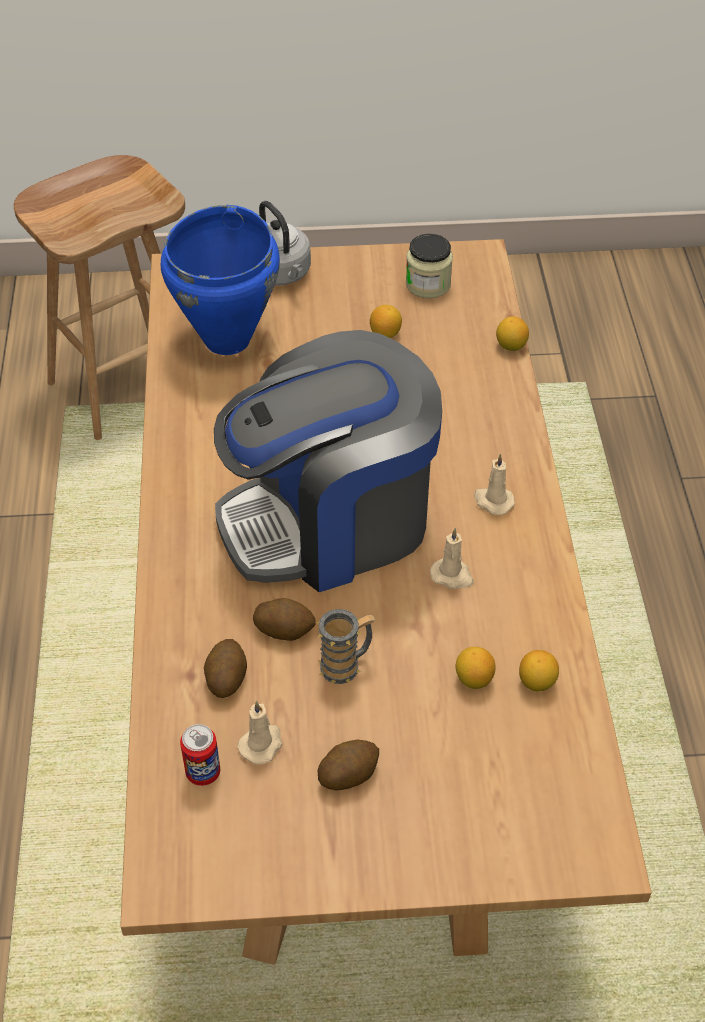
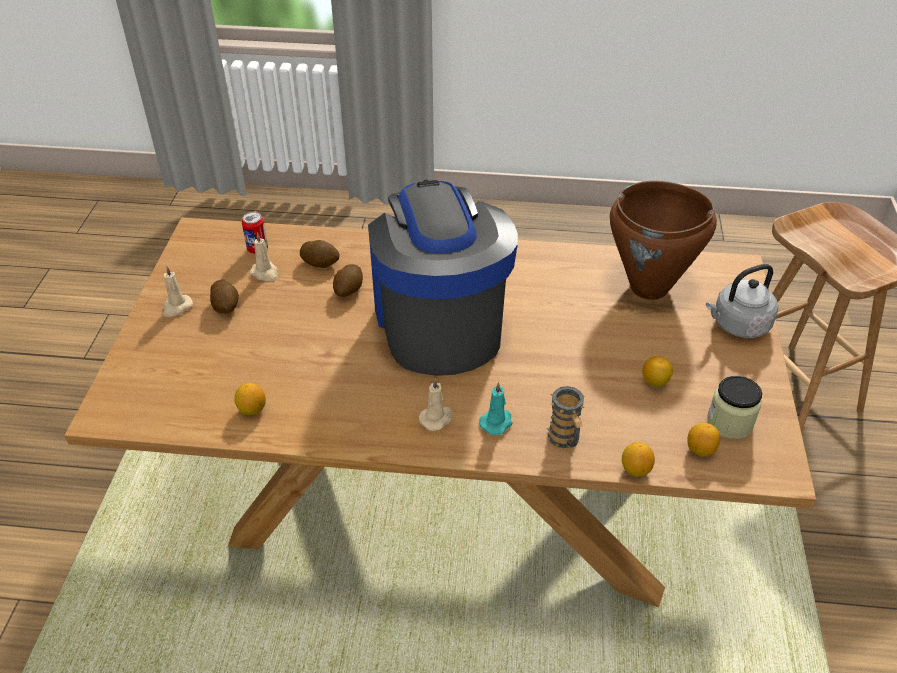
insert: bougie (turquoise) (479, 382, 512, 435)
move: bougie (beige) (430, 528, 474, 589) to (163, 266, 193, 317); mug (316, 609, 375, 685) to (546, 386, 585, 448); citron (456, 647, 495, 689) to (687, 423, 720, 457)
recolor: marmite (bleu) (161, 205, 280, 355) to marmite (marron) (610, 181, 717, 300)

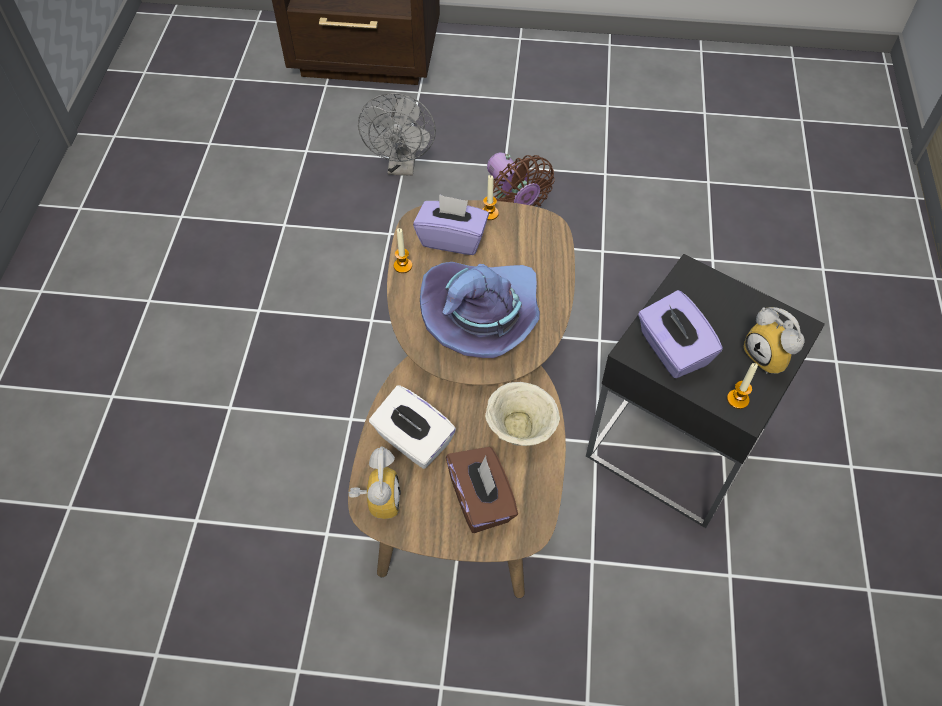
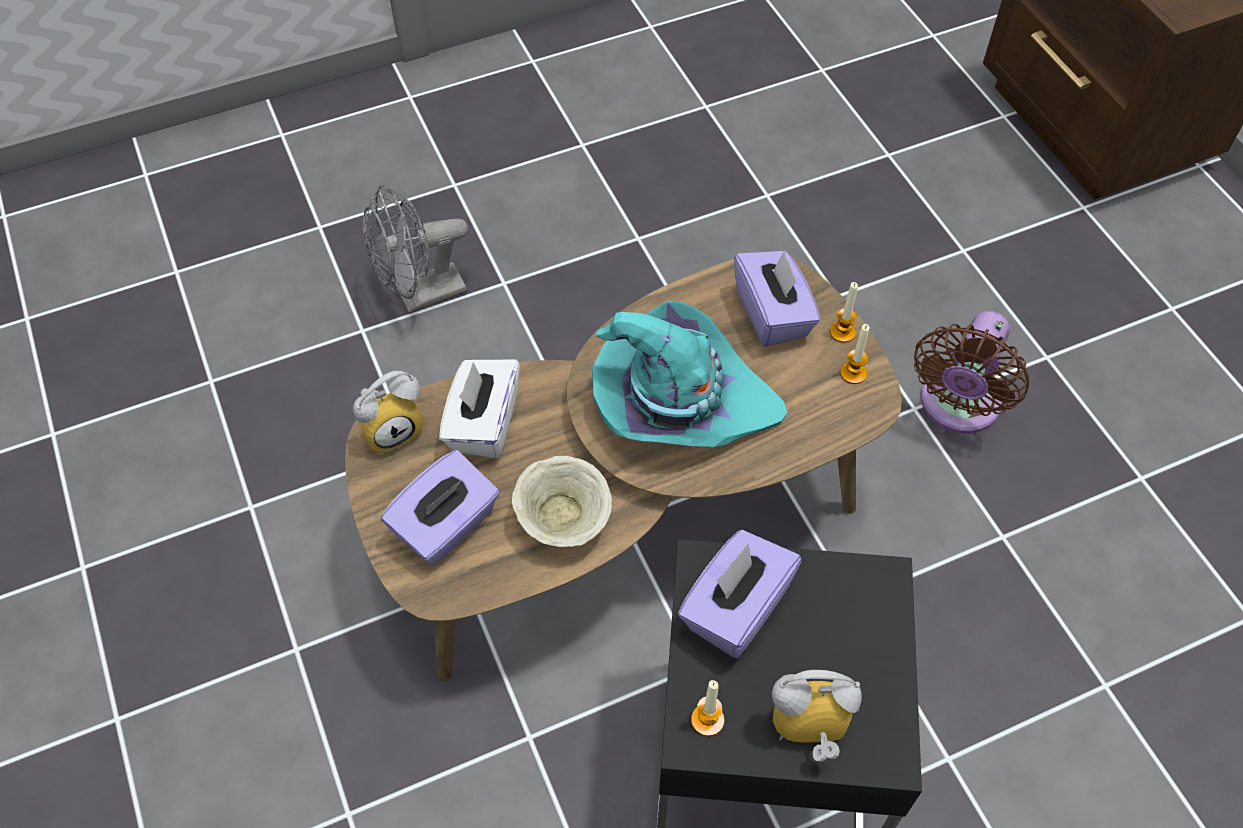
move: ventilateur (gris) (358, 93, 436, 176) to (363, 185, 468, 314); bougie (394, 228, 412, 273) to (840, 324, 870, 384)
recolor: boîte à mouchoirs (marron) (446, 447, 518, 533) to boîte à mouchoirs (violet) (381, 450, 500, 566); chapeau (violet) (420, 262, 540, 358) to chapeau (turquoise) (592, 301, 788, 447)
rotate: réveil (743, 307, 805, 374) = (772, 670, 862, 762) 60 degrees clockwise

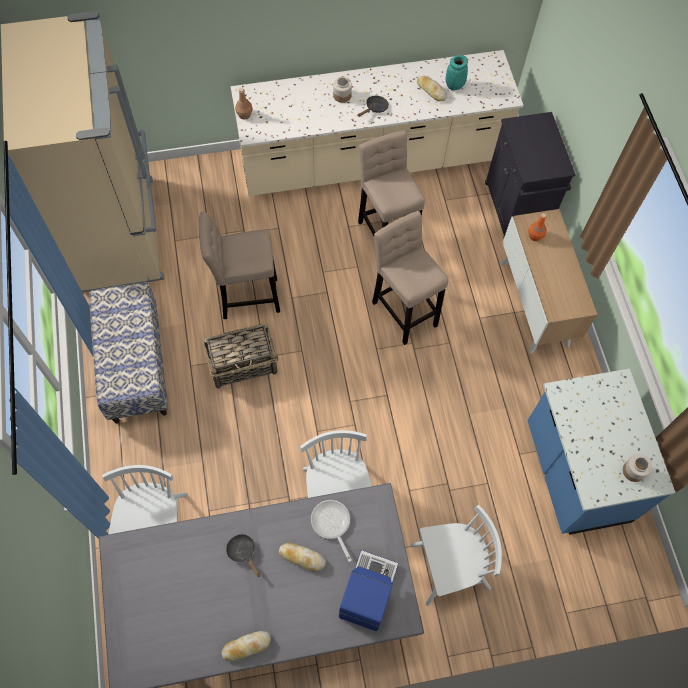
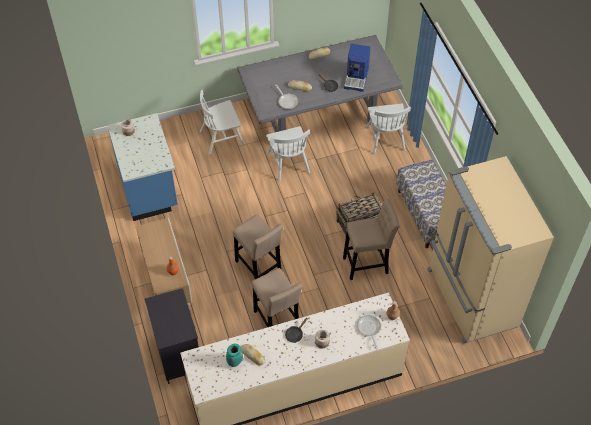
insert: poêle (357, 315, 381, 350)
move: machine à café (339, 550, 399, 631) to (344, 44, 370, 92)

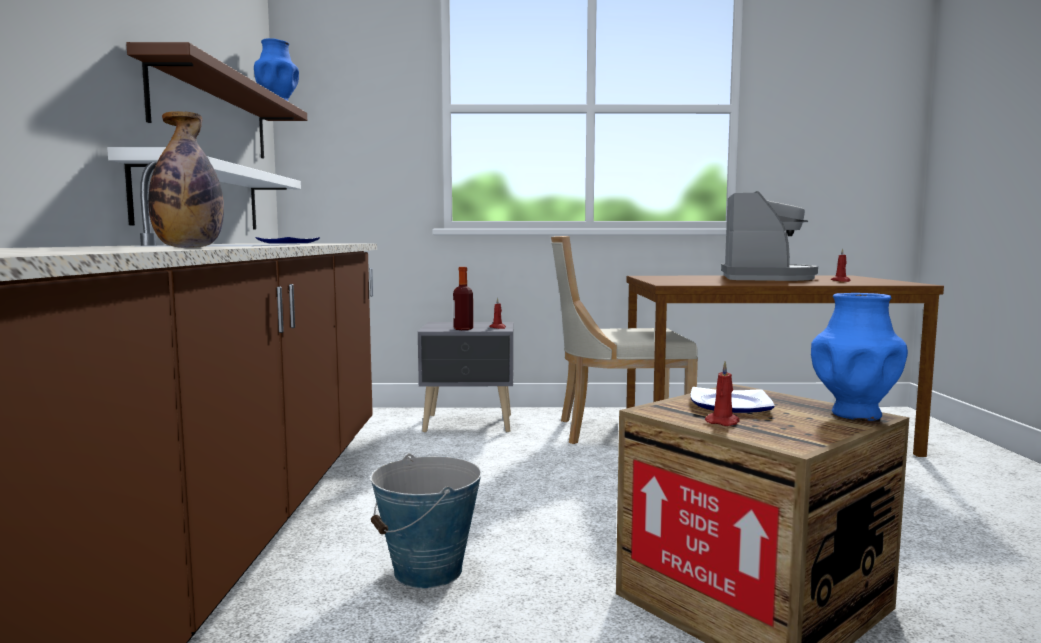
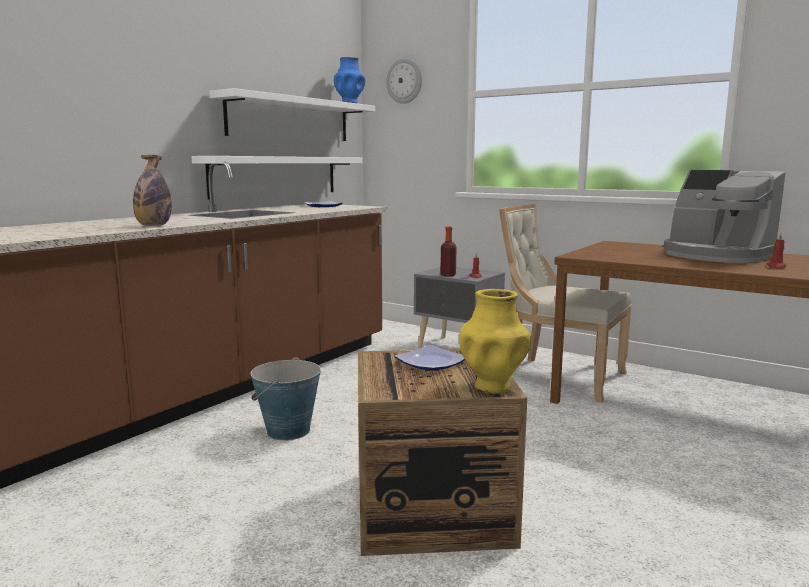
delete: bougie (rouge) (705, 361, 740, 426)
insert: horloge murale (386, 58, 422, 104)
recolor: étagère (marron) (126, 42, 307, 159) to étagère (blanc) (209, 88, 375, 141); vase (bleu) (811, 293, 908, 421) to vase (jaune) (459, 289, 531, 394)
rotate: machine à café (721, 191, 818, 281) = (664, 170, 785, 263) 90 degrees clockwise

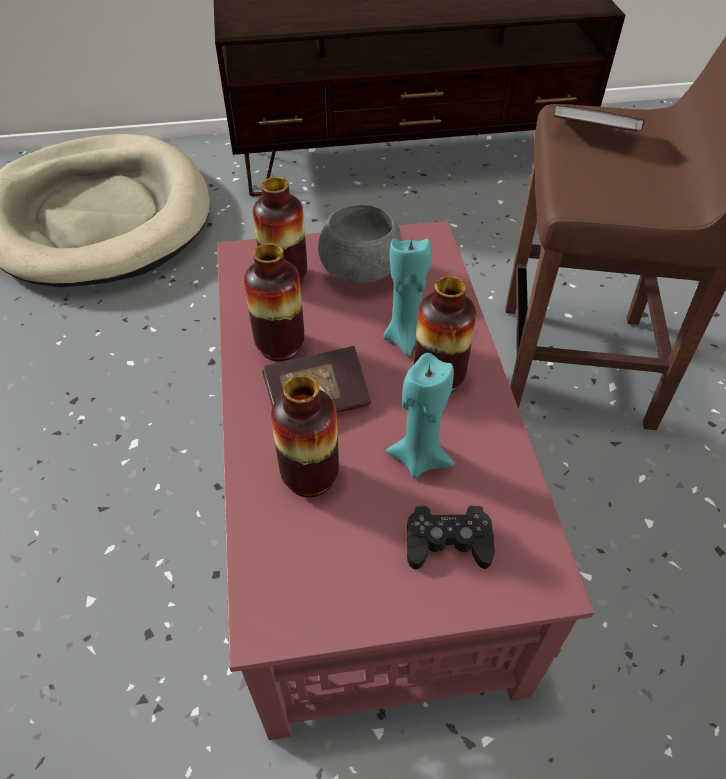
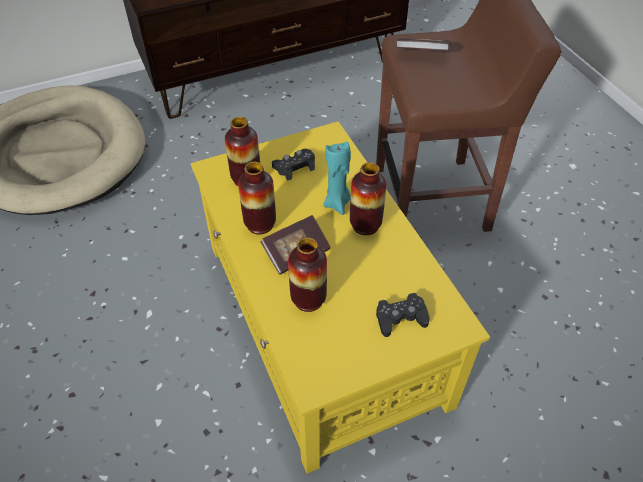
delete: bougie (turquoise) (386, 353, 454, 478)
replace: bol (gris) (318, 204, 403, 284) to manette (noir) (272, 149, 315, 181)
recolor: table basse (rouge) (217, 221, 594, 740) to table basse (jaune) (191, 121, 490, 474)

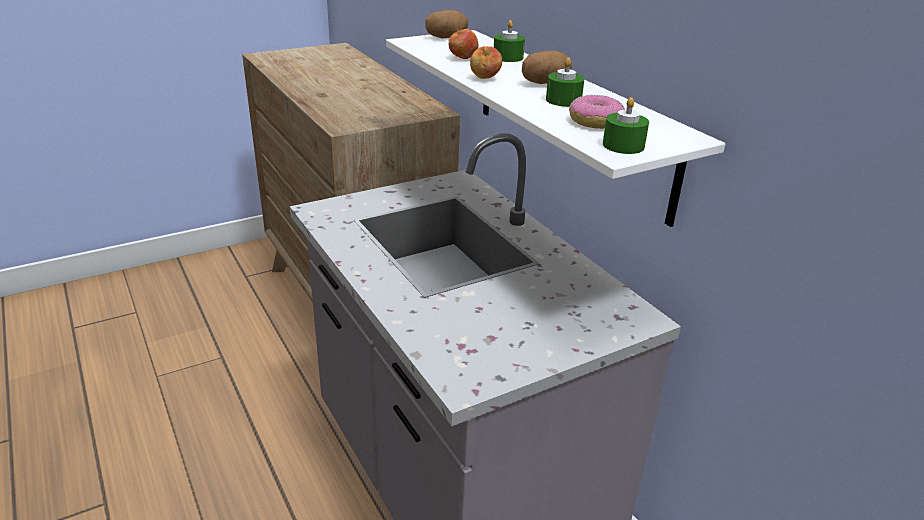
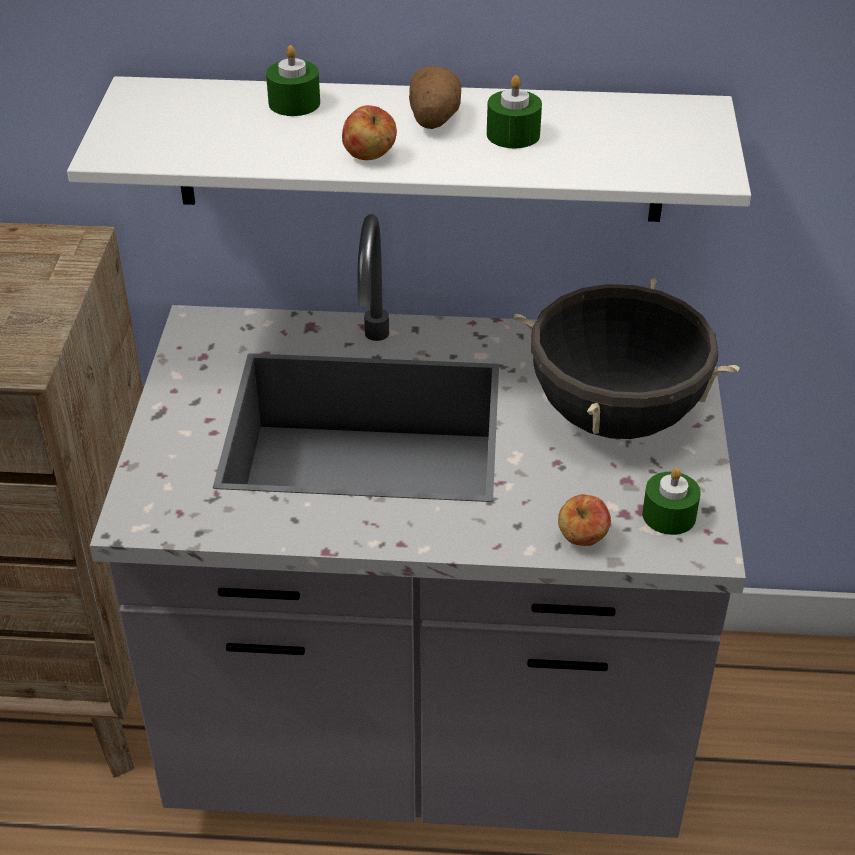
delete: pomme de terre (425, 10, 468, 38); beignet (569, 94, 625, 129)
insert: marmite (noir) (514, 278, 740, 439)
move: pomme (449, 28, 478, 59) to (558, 494, 611, 546); bougie (vert) (603, 97, 649, 154) to (642, 468, 701, 535)

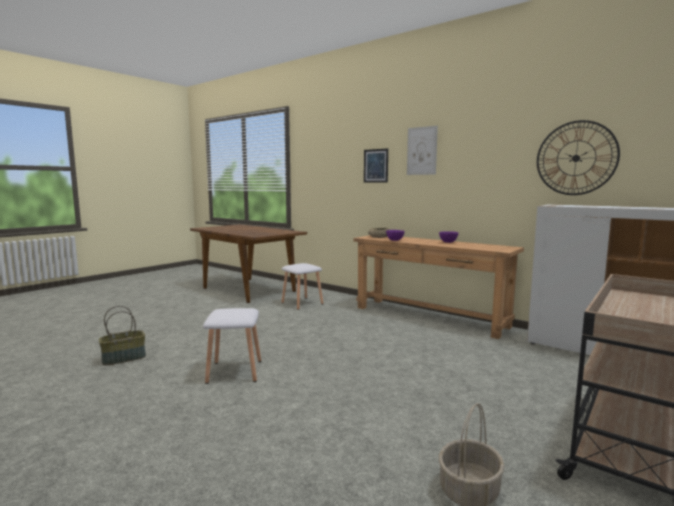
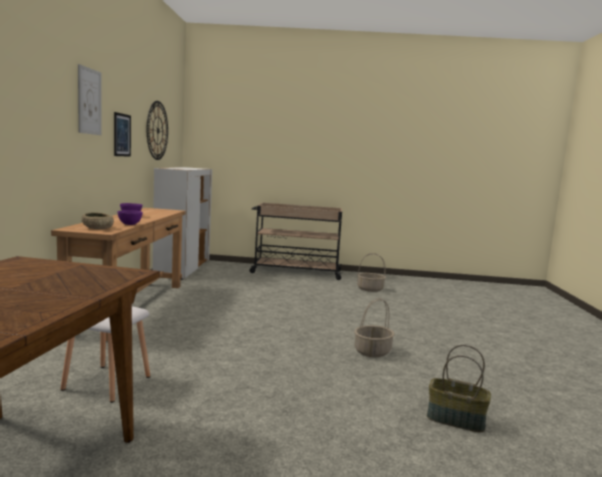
move: tableau (364, 148, 388, 183) to (114, 112, 131, 157)
replace: tabouret (blanc) (203, 308, 261, 384) to panier (354, 298, 394, 357)

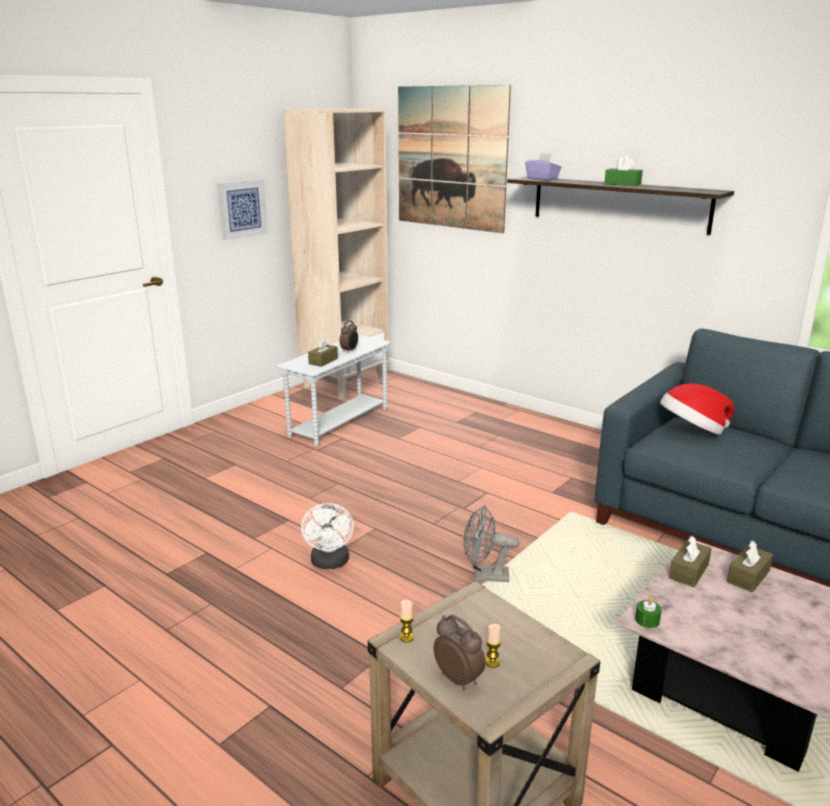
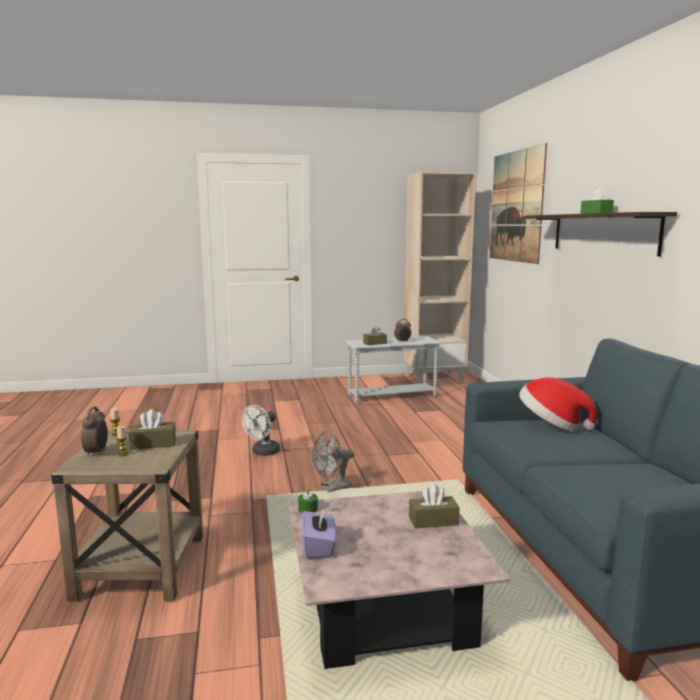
delete: tableau (217, 179, 268, 240)
move: boîte à mouchoirs (marron) (669, 536, 712, 587) to (129, 409, 176, 450); boîte à mouchoirs (violet) (525, 153, 561, 181) to (302, 508, 336, 559)
rotate: ventilateur (gris) (463, 505, 519, 582) = (312, 431, 354, 492) 75 degrees counterclockwise

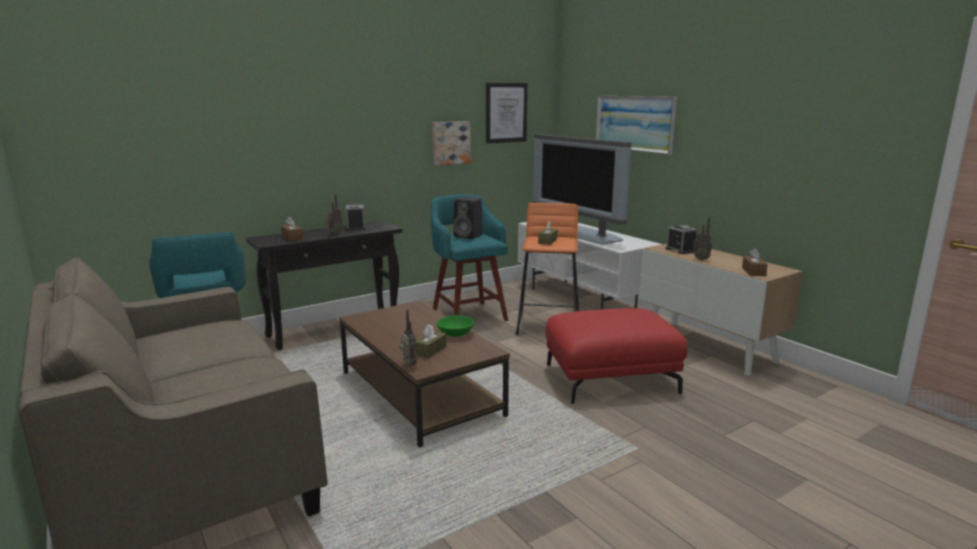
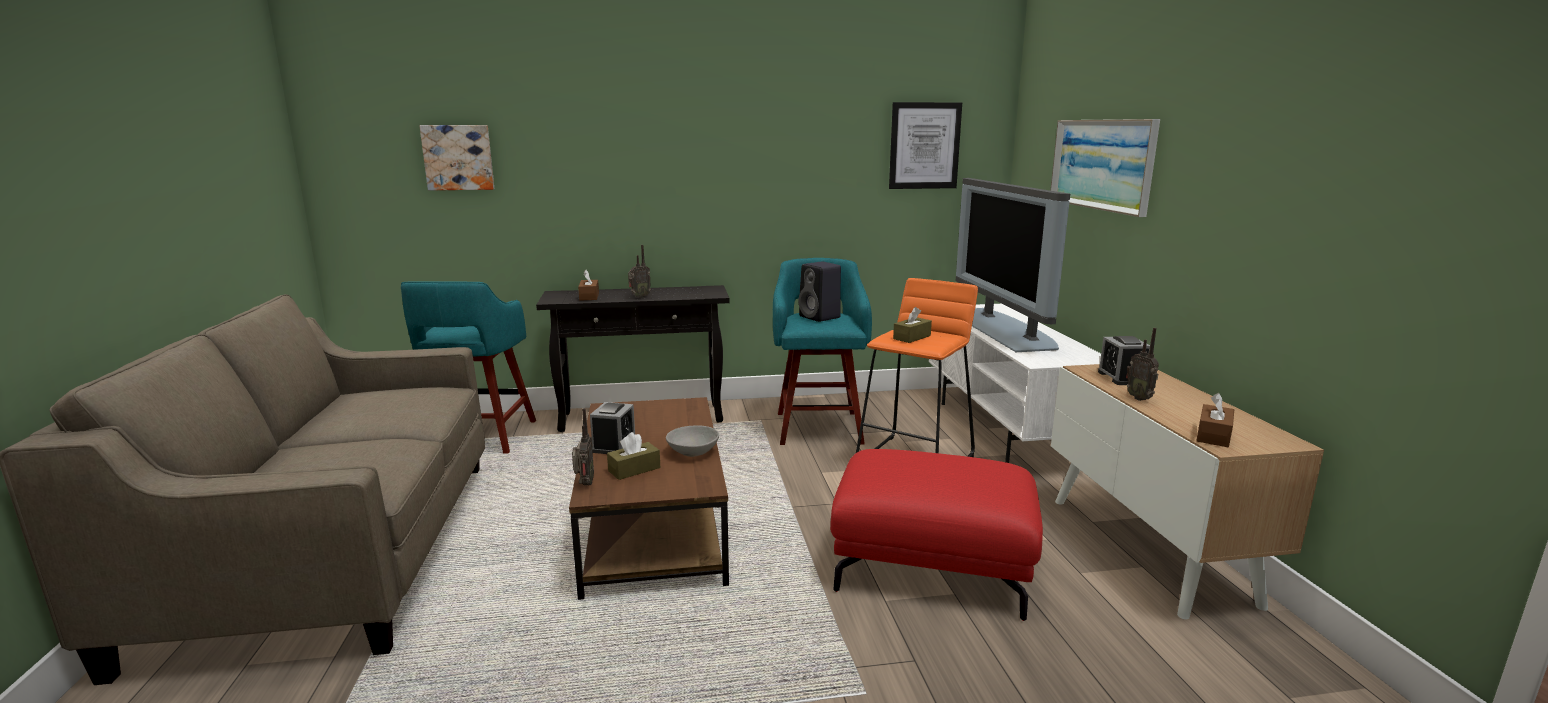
move: tableau (432, 121, 471, 166) to (419, 125, 494, 190); réveil (346, 204, 365, 231) to (590, 402, 635, 454)
recolor: bol (vert) (437, 315, 474, 337) to bol (gris) (666, 425, 719, 457)

